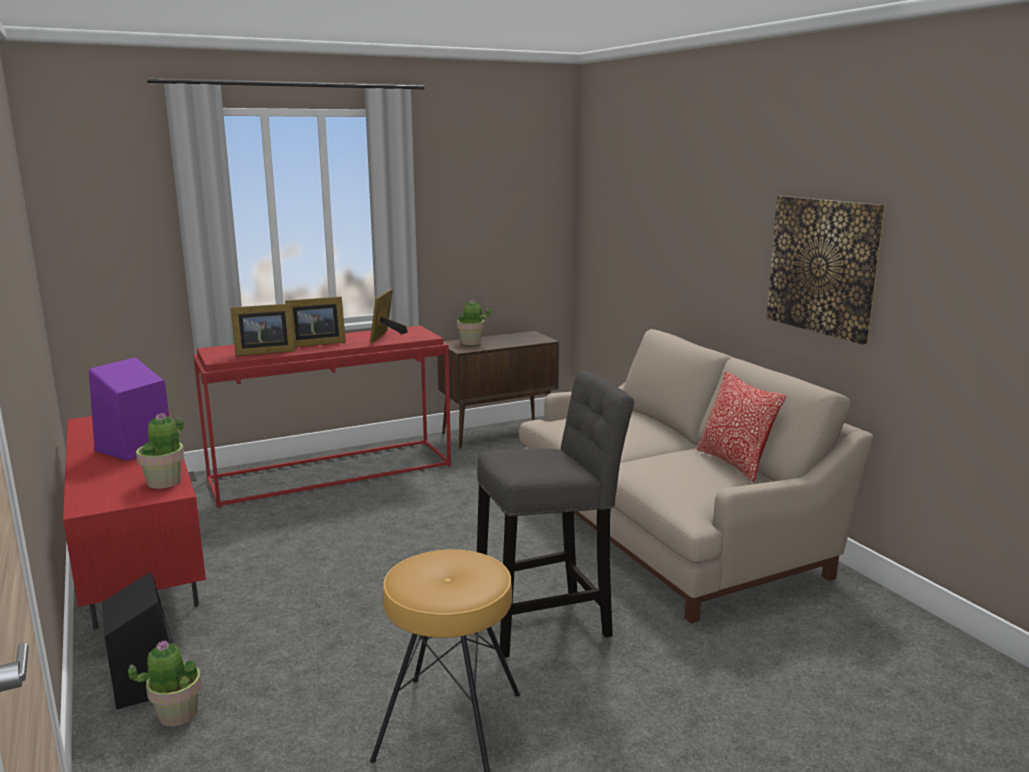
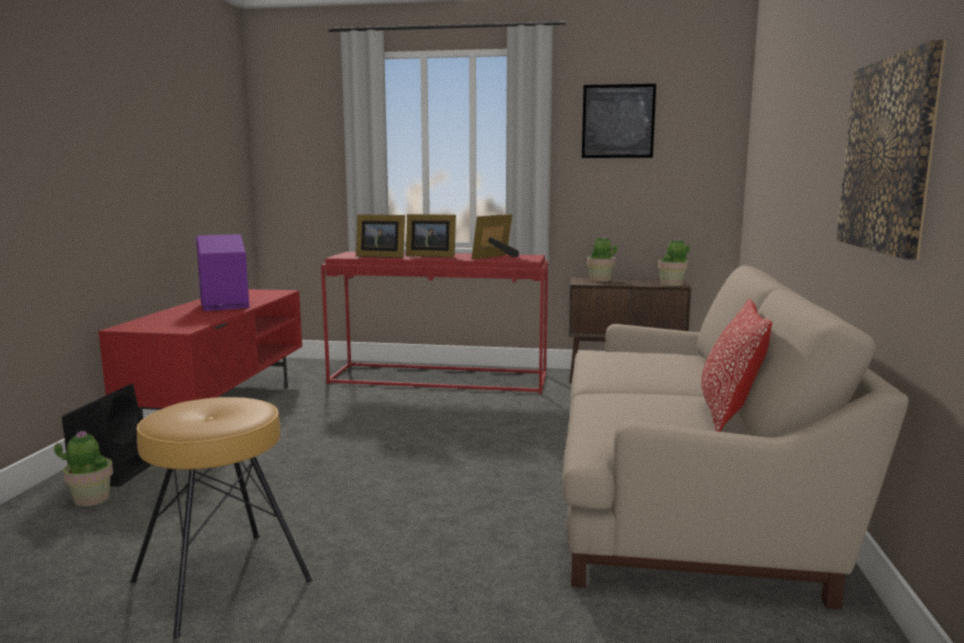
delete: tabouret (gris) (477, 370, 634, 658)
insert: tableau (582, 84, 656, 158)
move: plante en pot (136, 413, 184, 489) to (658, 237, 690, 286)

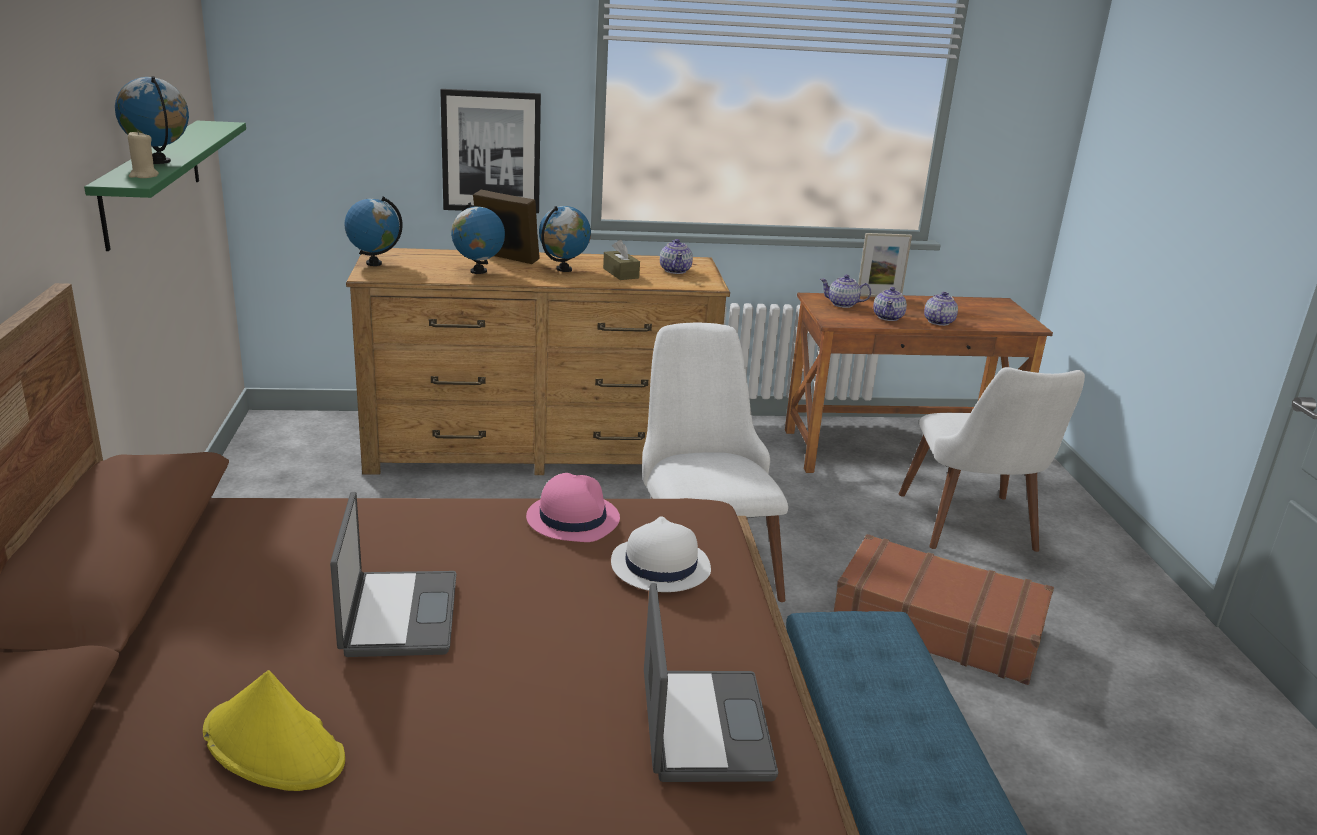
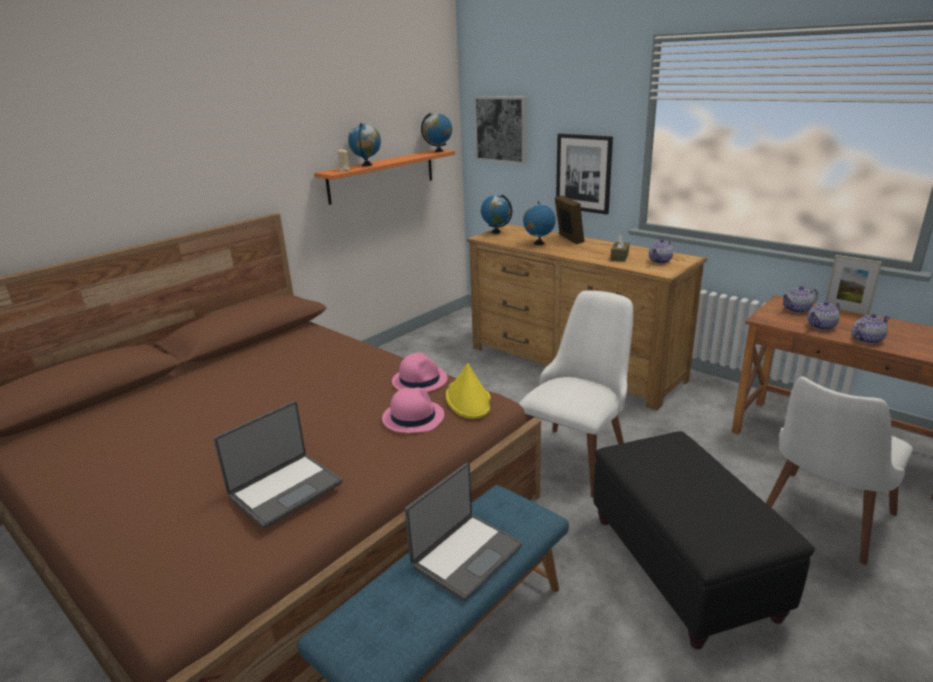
insert: tableau (474, 96, 527, 164)
move: ordinateur portable (330, 492, 456, 657) to (405, 463, 523, 601); globe (539, 206, 591, 272) to (421, 113, 452, 152); chapeau (jaune) (203, 670, 345, 791) to (446, 363, 491, 419)
replace: valise (marron) (834, 534, 1054, 685) to pouf (noir) (593, 431, 815, 649)
recolor: étagère (vert) (84, 121, 246, 251) to étagère (orange) (314, 150, 455, 205); chapeau (blanc) (611, 516, 711, 592) to chapeau (rose) (382, 387, 444, 433)
rotate: théière (820, 275, 871, 308) = (782, 286, 818, 313) 75 degrees counterclockwise

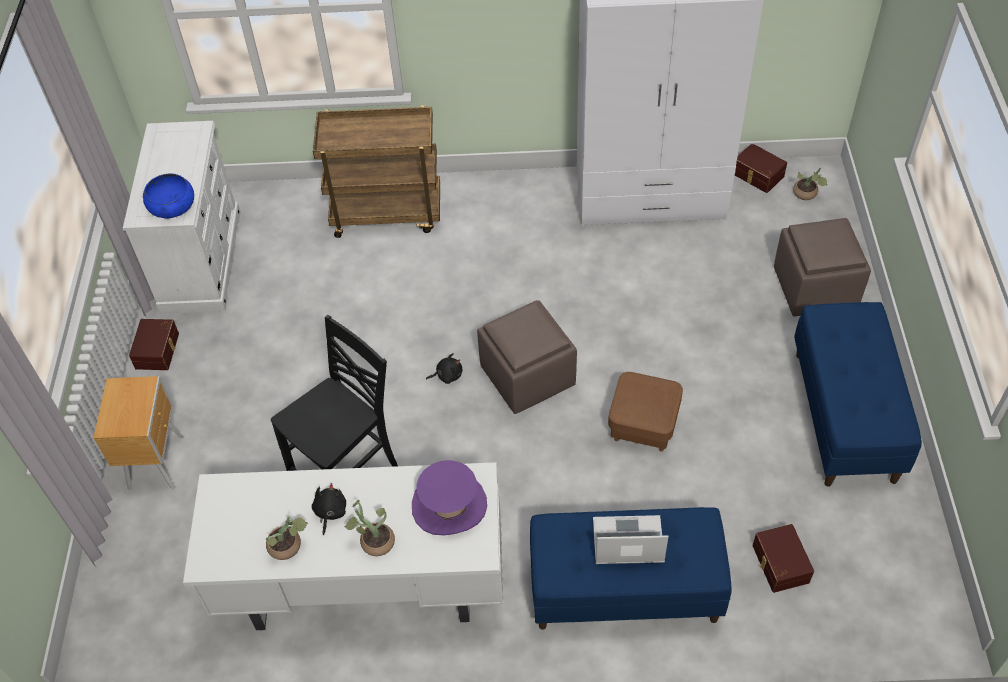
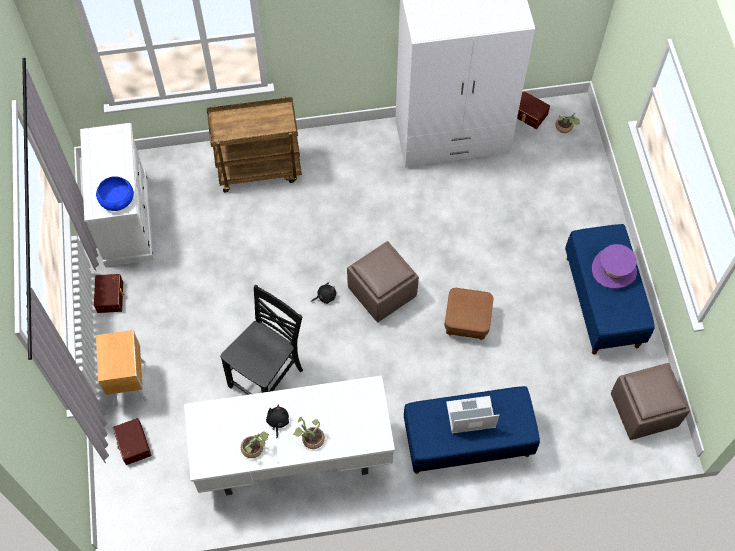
move: boîte de rangement (marron) (752, 524, 814, 593) to (113, 418, 151, 465); chapeau (violet) (412, 460, 487, 536) to (592, 244, 637, 289); pouf (marron) (774, 218, 871, 317) to (611, 363, 690, 440)

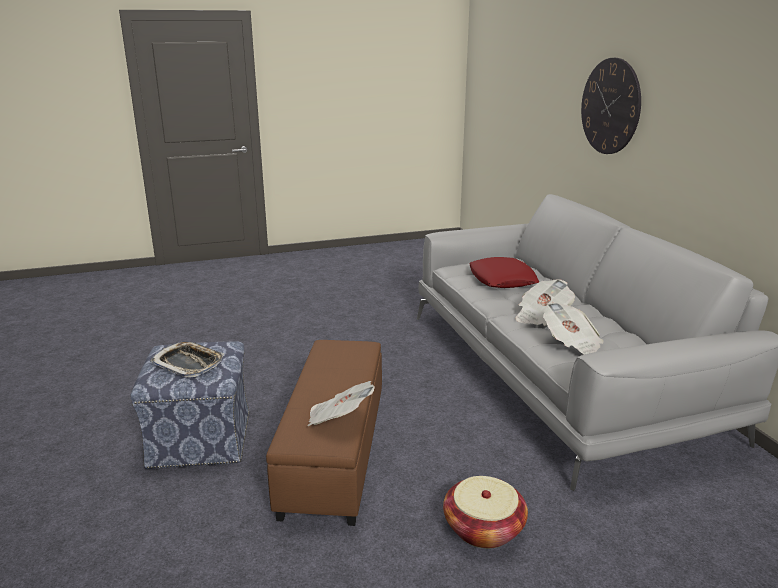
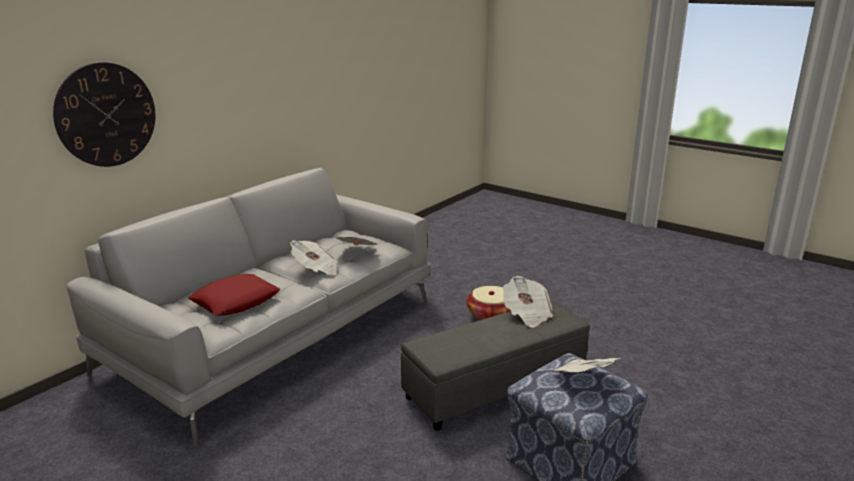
replace: plateau (150, 341, 224, 377) to journal (553, 358, 621, 372)
recolor: pouf (marron) (266, 340, 382, 526) to pouf (gris) (401, 300, 590, 431)

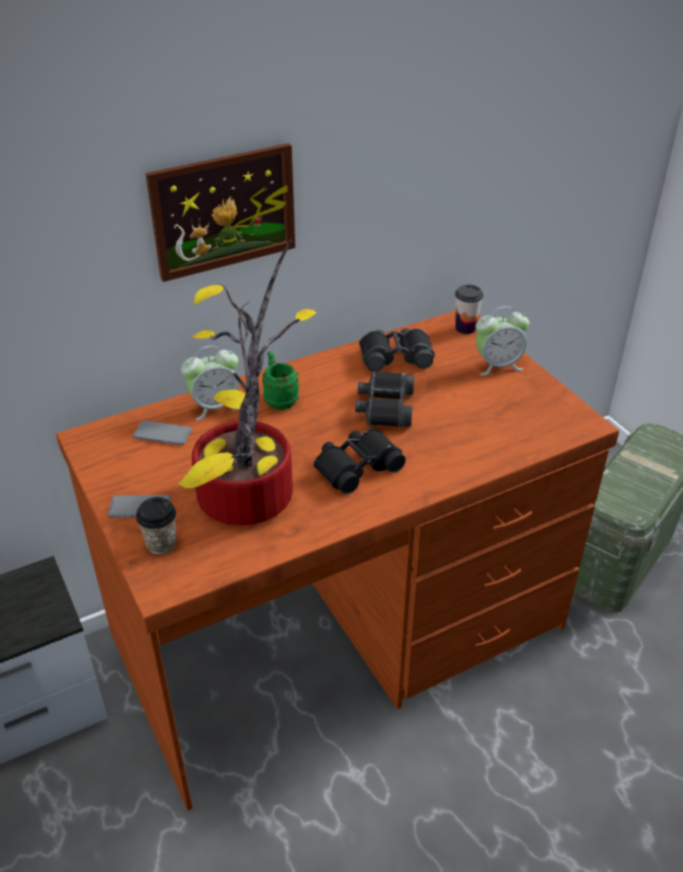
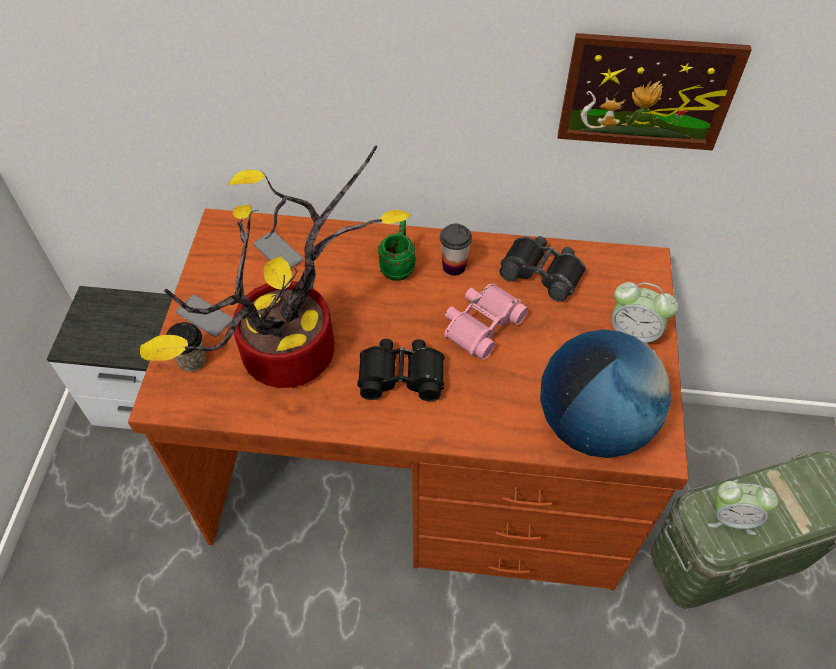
insert: globe (540, 329, 671, 458)
move: tasse (455, 285, 483, 334) to (440, 224, 472, 276); tableau (146, 143, 295, 282) to (558, 33, 752, 151); réveil (181, 346, 239, 420) to (708, 481, 778, 535)
recolor: jumelles (noir) (355, 371, 414, 427) to jumelles (rose) (444, 284, 528, 360)

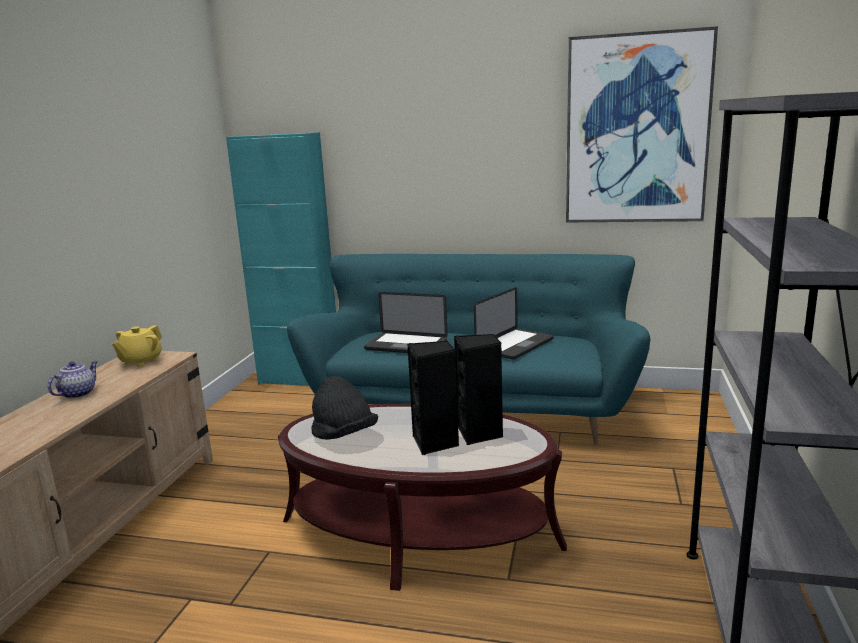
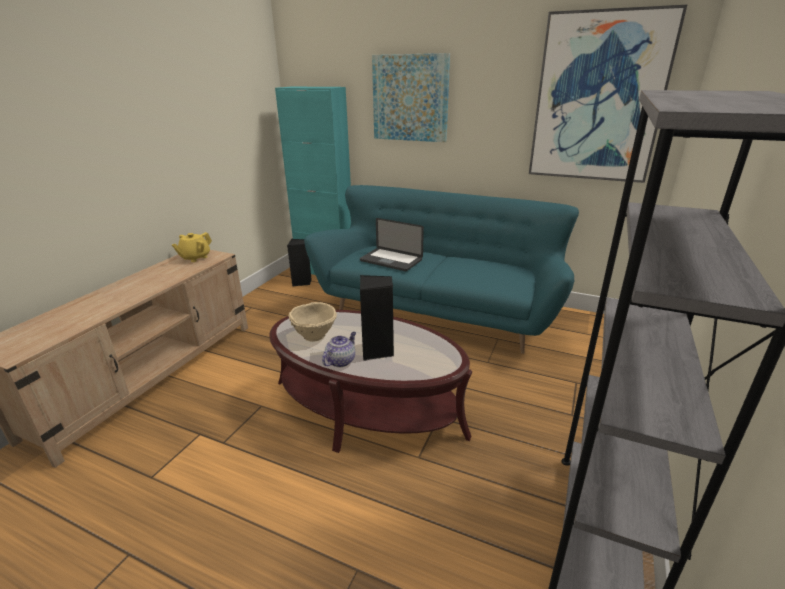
delete: ordinateur portable (474, 287, 554, 360)
insert: tableau (372, 53, 450, 142)
move: enceinte (noir) (454, 334, 503, 445) to (287, 239, 312, 286); théière (48, 361, 98, 399) to (322, 332, 356, 367)
replace: chapeau (noir) (311, 376, 378, 440) to bol (beige) (288, 302, 337, 342)

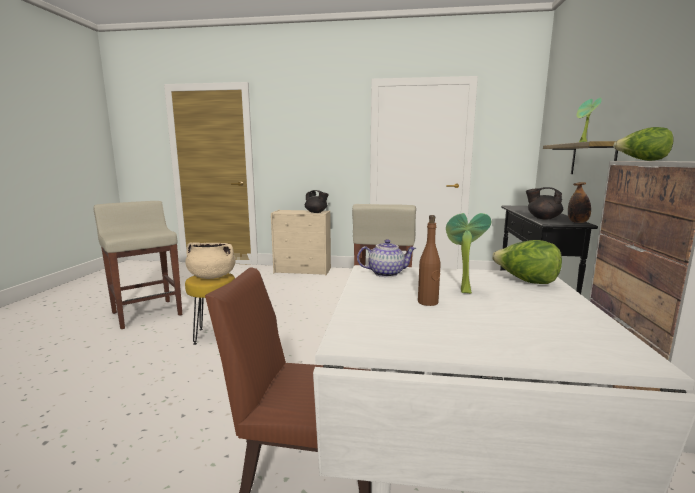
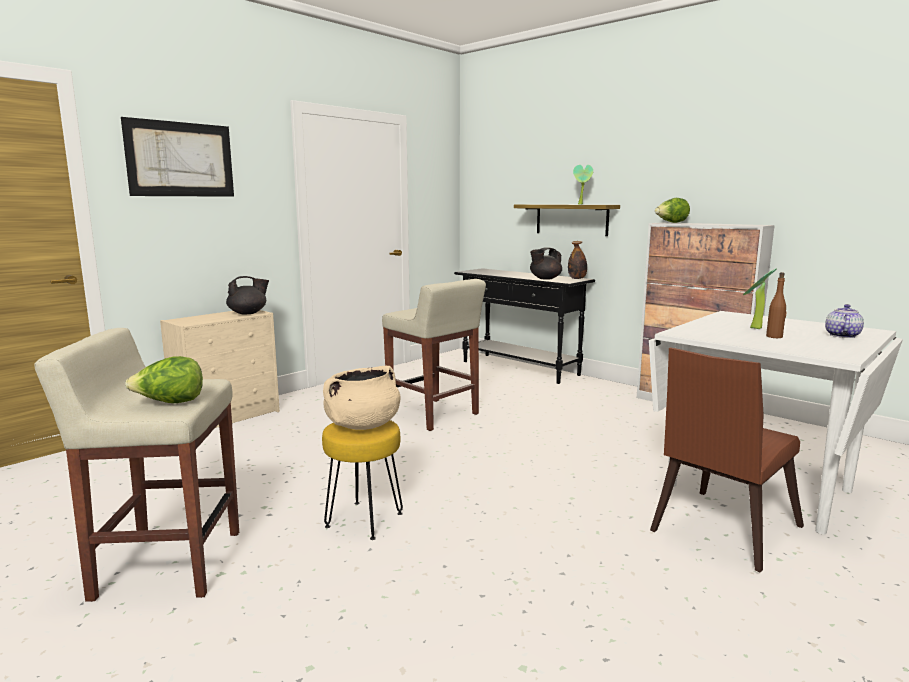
insert: tableau (121, 117, 234, 197)
move: laitue (492, 240, 562, 284) to (125, 356, 203, 403); théière (357, 239, 416, 277) to (825, 304, 864, 338)

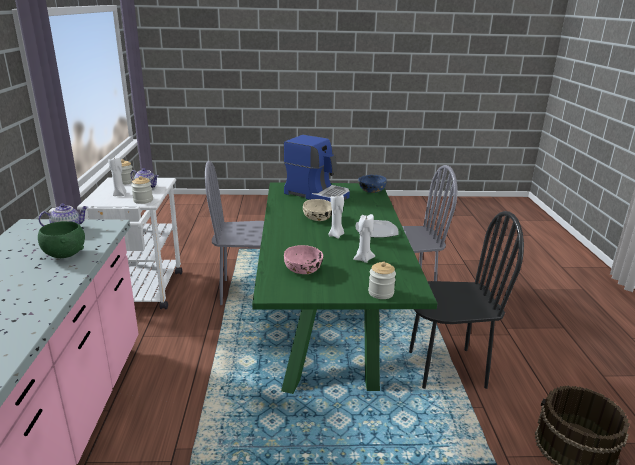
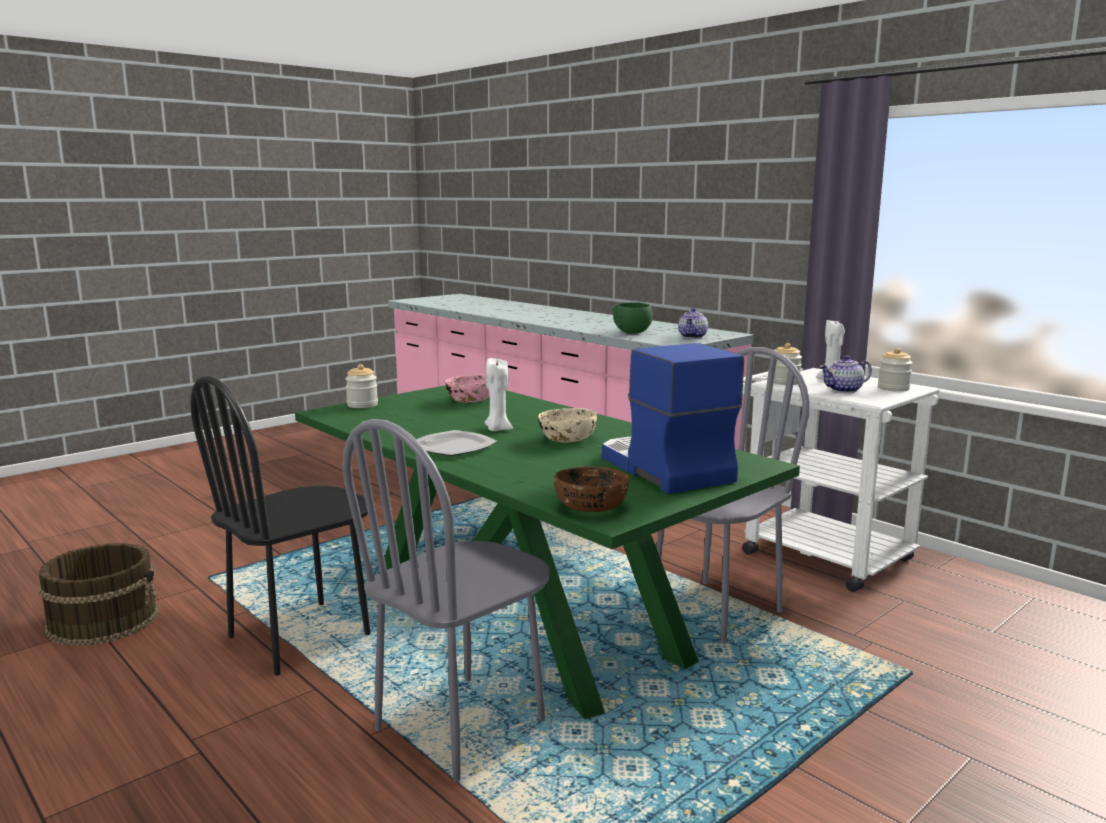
delete: bougie (blanc) (353, 214, 375, 263)
recolor: bol (bleu) (358, 175, 387, 193) to bol (marron) (554, 467, 629, 512)
rotate: machine à café (284, 135, 350, 202) = (602, 343, 744, 494) 75 degrees clockwise

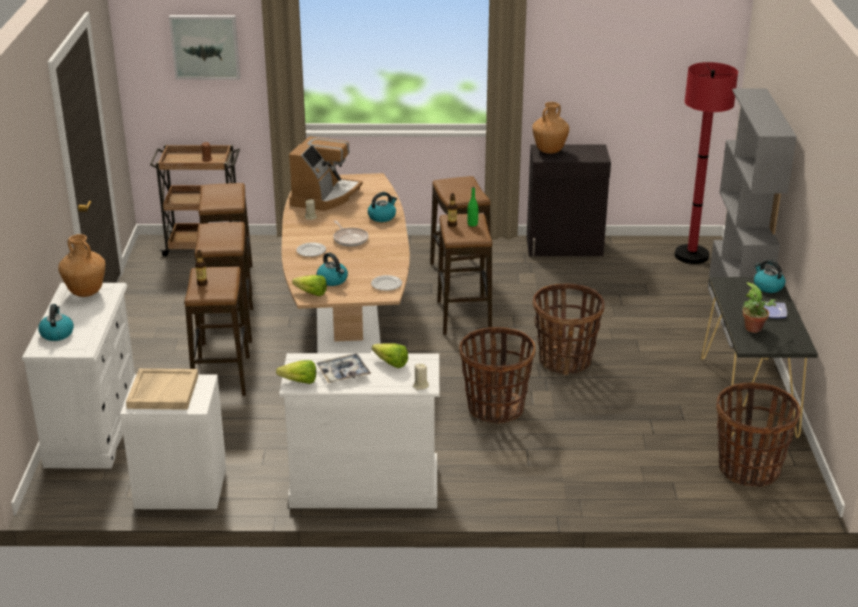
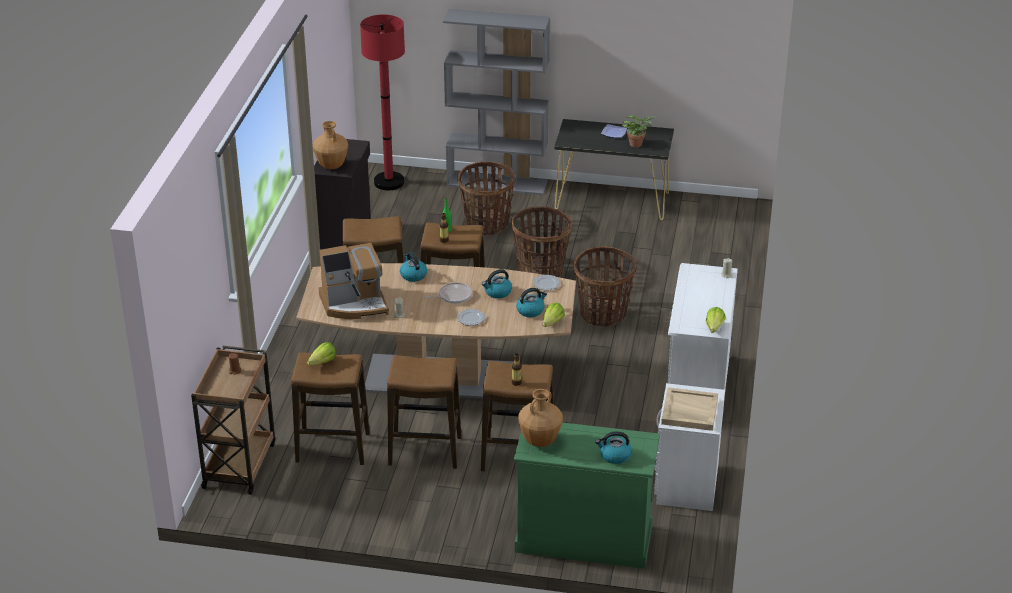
delete: tableau (169, 15, 240, 80); plateau (316, 353, 371, 383)
move: laitue (372, 343, 408, 368) to (307, 342, 336, 366); panier (716, 383, 801, 487) to (458, 162, 516, 235); bouilloire (754, 260, 785, 293) to (482, 269, 512, 299)
recolor: commode (blanc) (22, 283, 135, 468) to commode (vert) (514, 422, 660, 569)
rotate: machine à café (289, 136, 363, 211) = (318, 243, 389, 319) 135 degrees clockwise

